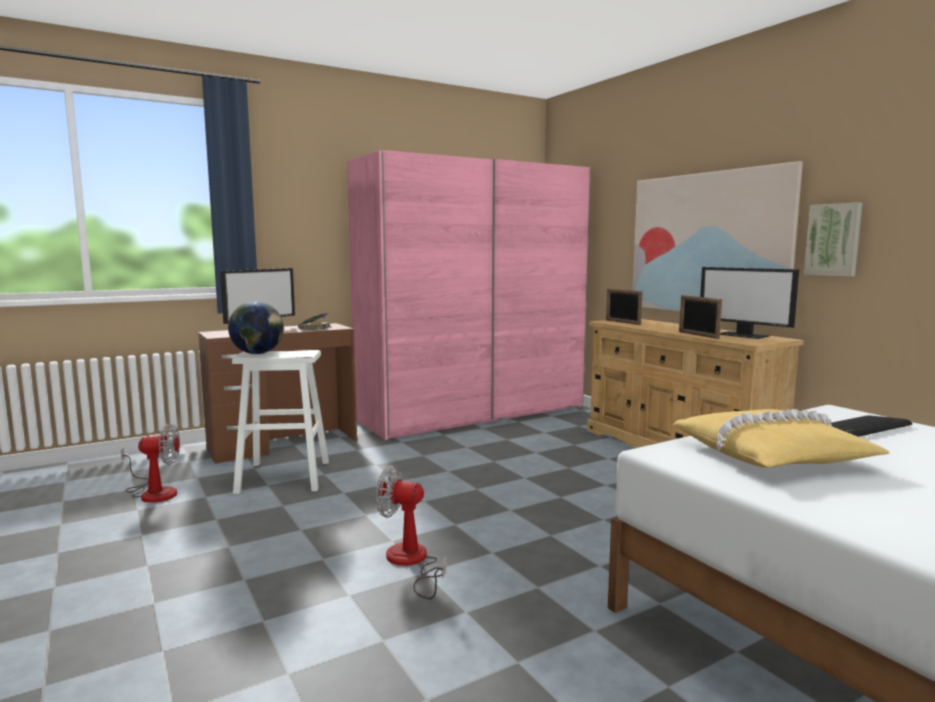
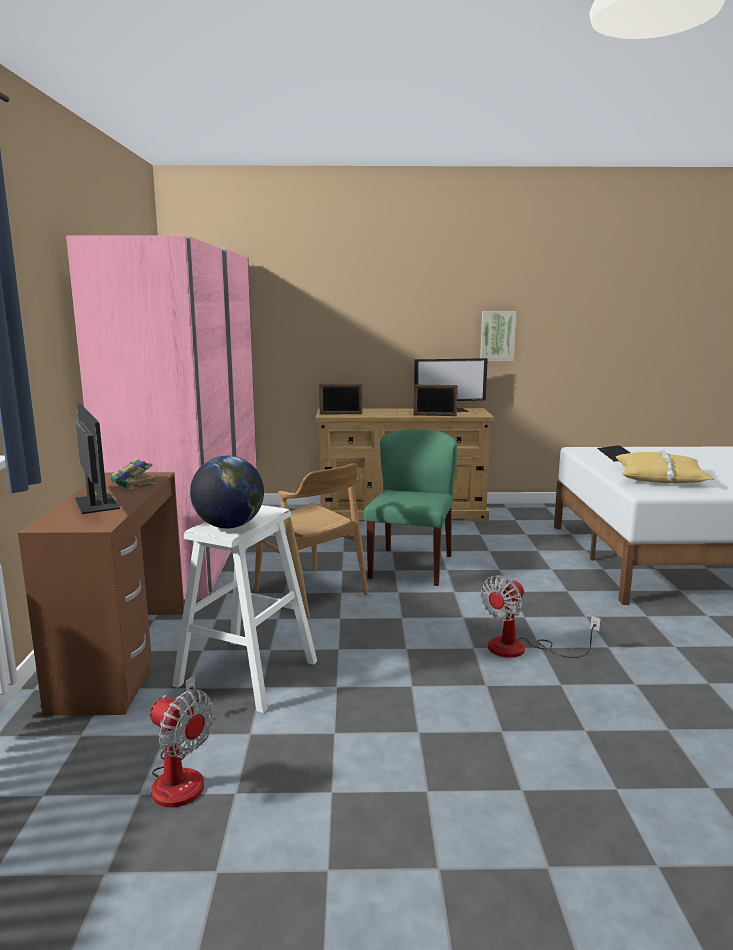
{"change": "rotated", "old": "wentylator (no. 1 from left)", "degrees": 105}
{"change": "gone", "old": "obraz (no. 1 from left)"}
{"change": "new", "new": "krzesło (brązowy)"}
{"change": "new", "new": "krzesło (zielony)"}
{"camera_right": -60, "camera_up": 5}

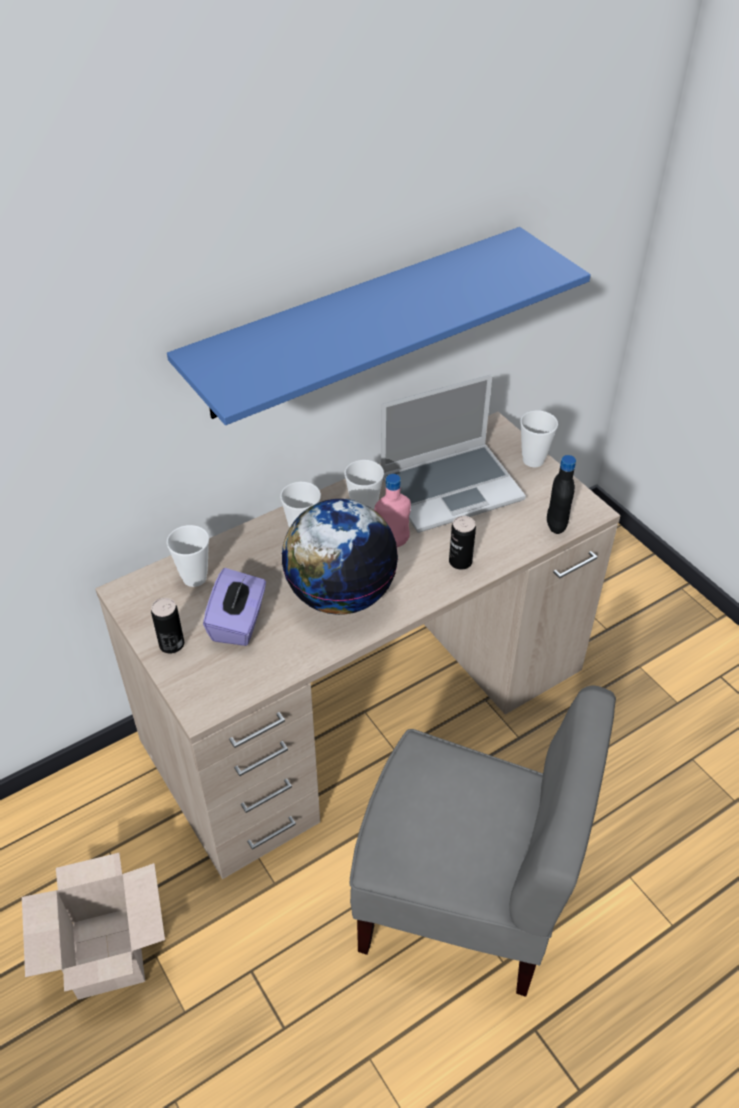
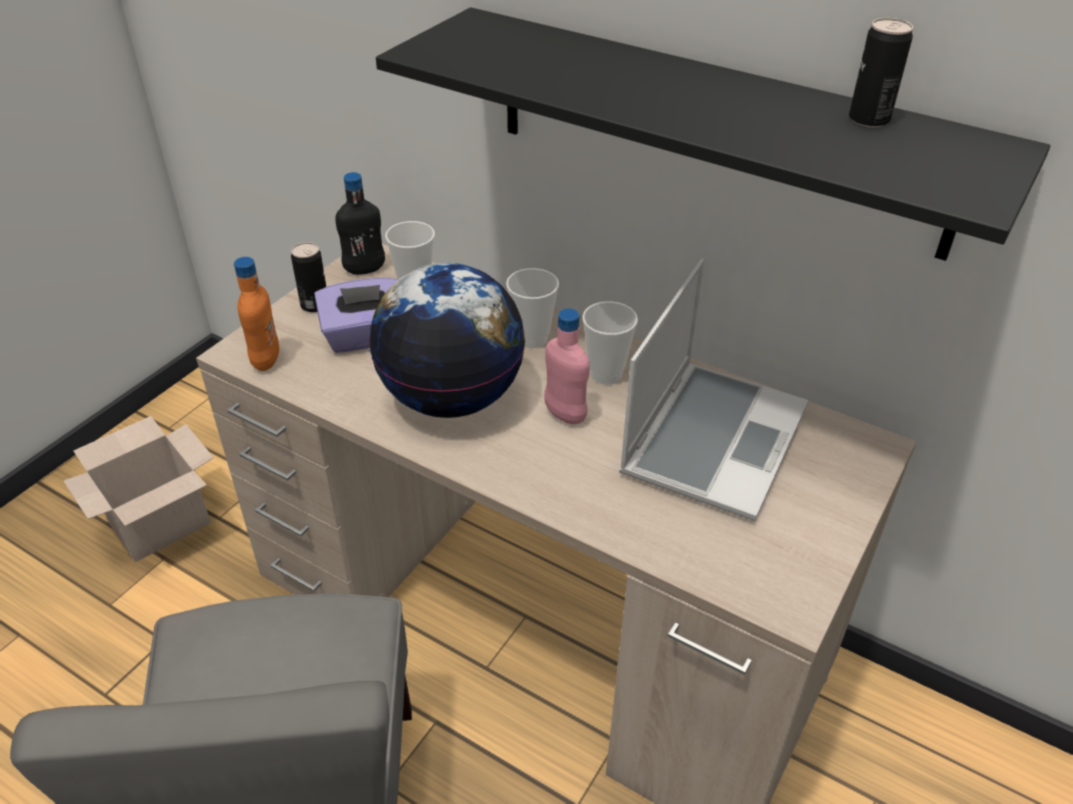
{"change": "repainted", "old": "półka (niebieski)", "new": "półka (czarny)"}
{"change": "rotated", "old": "laptop", "degrees": -105}
{"change": "shifted", "old": "puszka (no. 2 from left)"}
{"change": "gone", "old": "filiżanka (no. 4 from left)"}
{"change": "shifted", "old": "butelka (czarny)"}
{"change": "new", "new": "butelka (pomarańczowy)"}
{"camera_right": 65, "camera_up": -5}

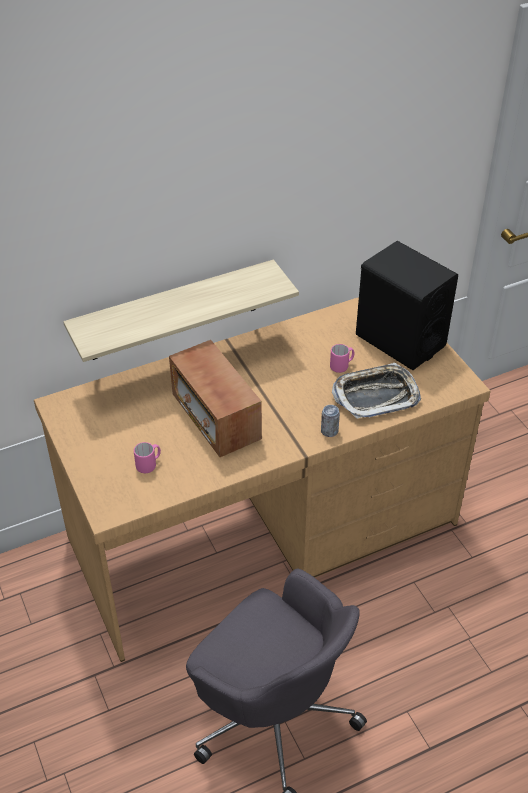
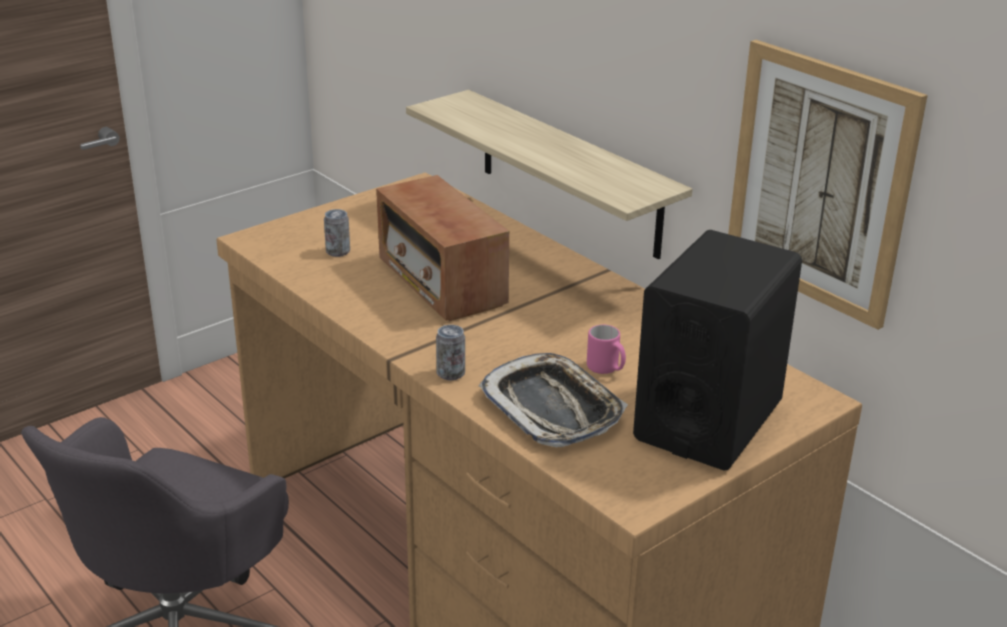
{"change": "swapped", "old": "kubek (różowy) (no. 1 from left)", "new": "puszka (no. 1 from left)"}
{"change": "rotated", "old": "radio", "degrees": -75}
{"change": "new", "new": "obraz"}
{"camera_right": 75, "camera_up": -15}

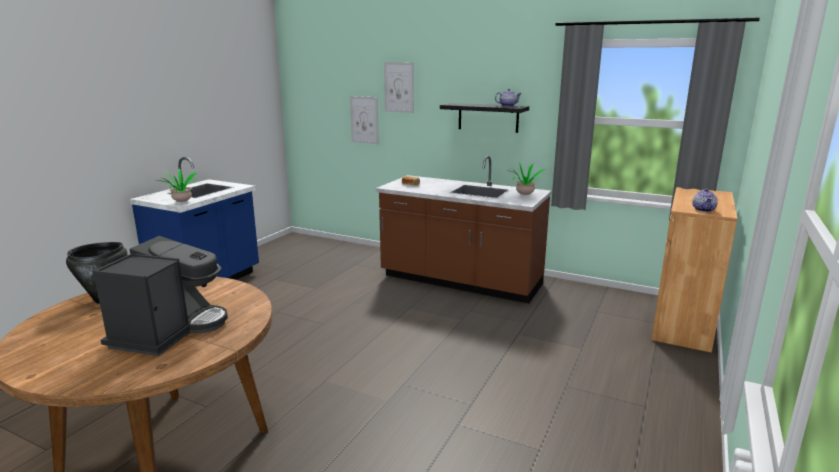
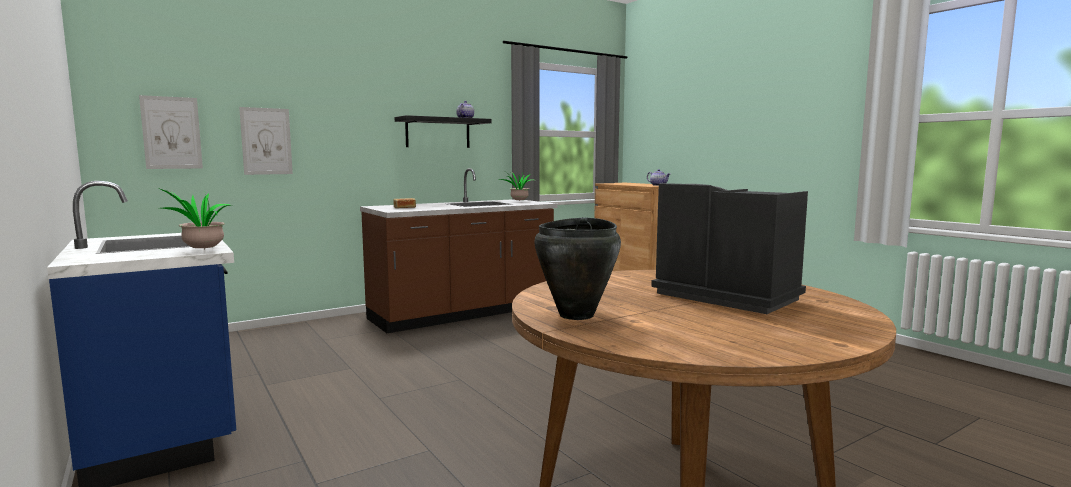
{"change": "shifted", "old": "obraz (no. 2 from left in the first image)", "new": "obraz (no. 1 from left)"}
{"camera_right": -60, "camera_up": -10}

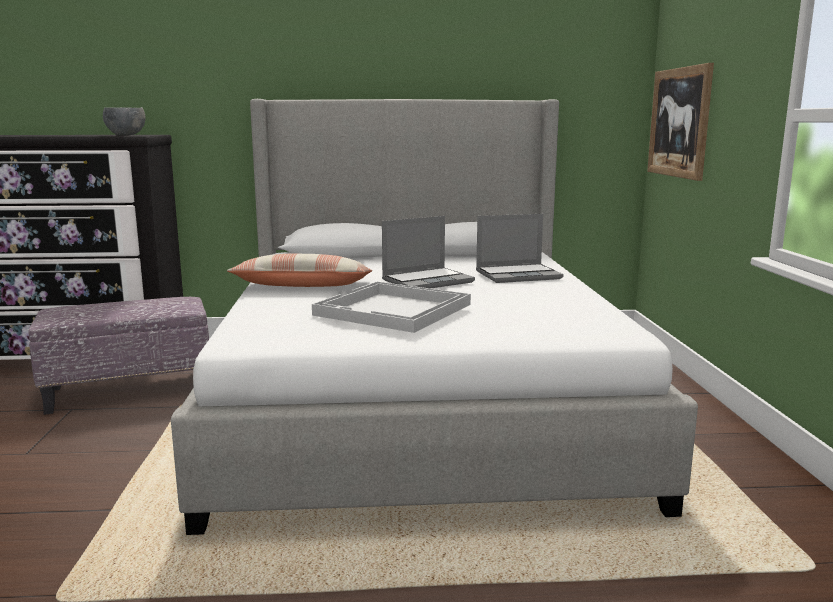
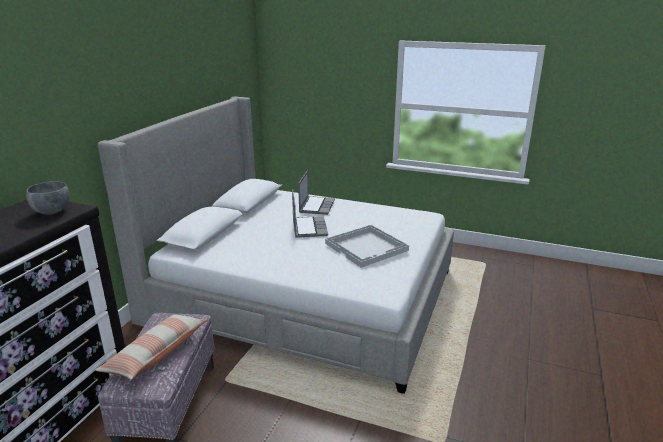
{"change": "shifted", "old": "poduszka"}
{"change": "gone", "old": "obraz"}
{"camera_right": -65, "camera_up": 10}

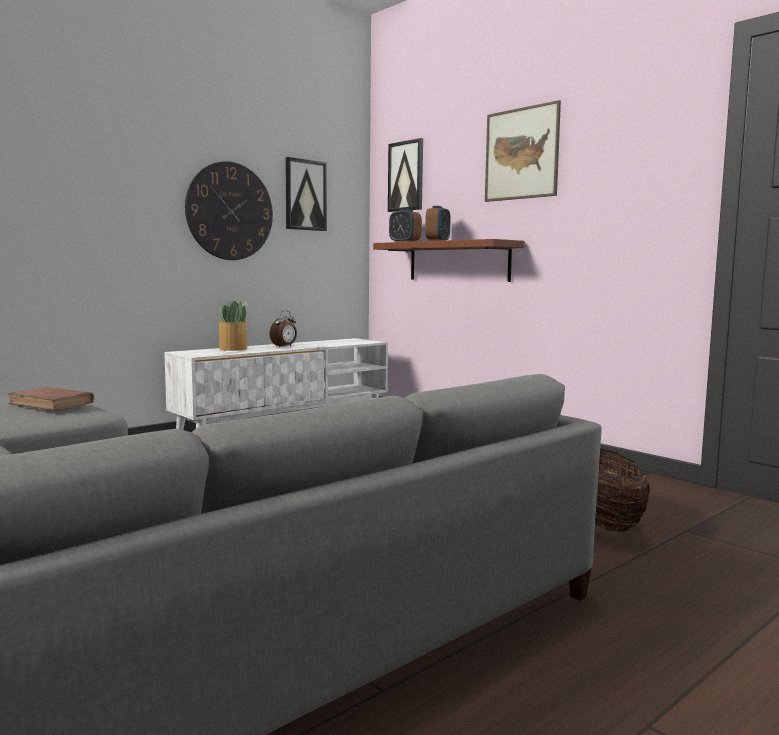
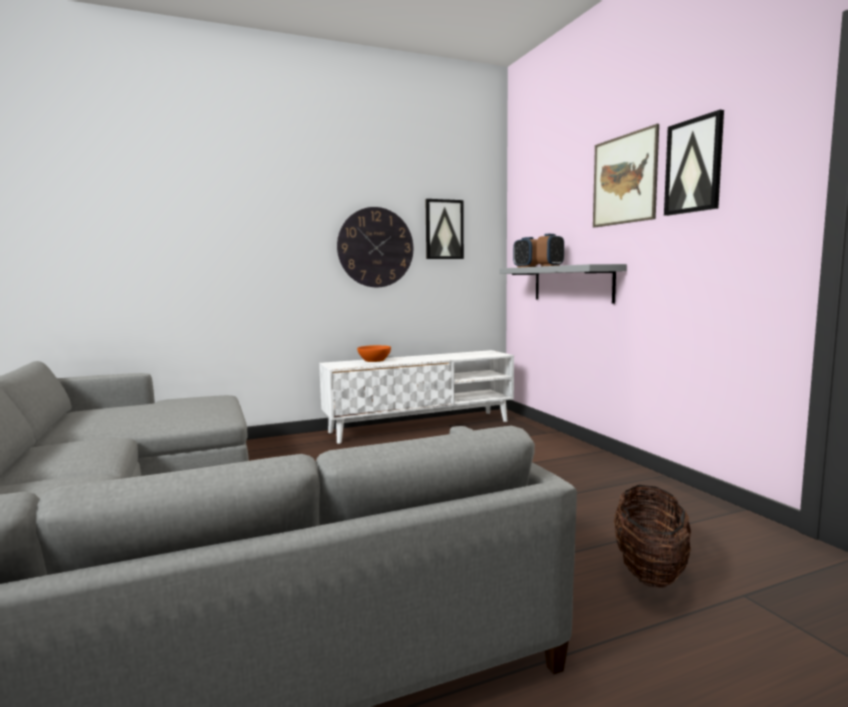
{"change": "gone", "old": "książka (brązowy)"}
{"change": "swapped", "old": "roślina doniczkowa", "new": "miska (pomarańczowy)"}
{"change": "gone", "old": "budzik (no. 1 from left)"}
{"change": "repainted", "old": "półka (brązowy)", "new": "półka (szary)"}
{"change": "shifted", "old": "obraz (no. 2 from left in the first image)", "new": "obraz (no. 3 from left)"}
{"camera_right": 20, "camera_up": 0}

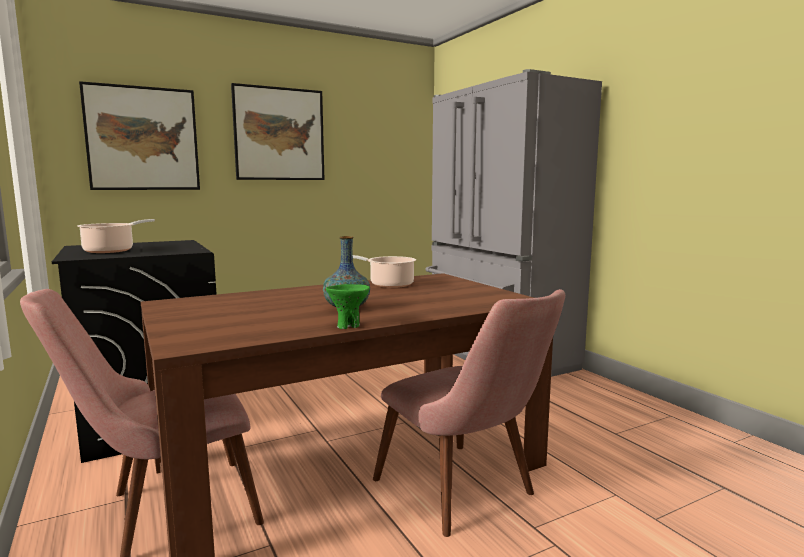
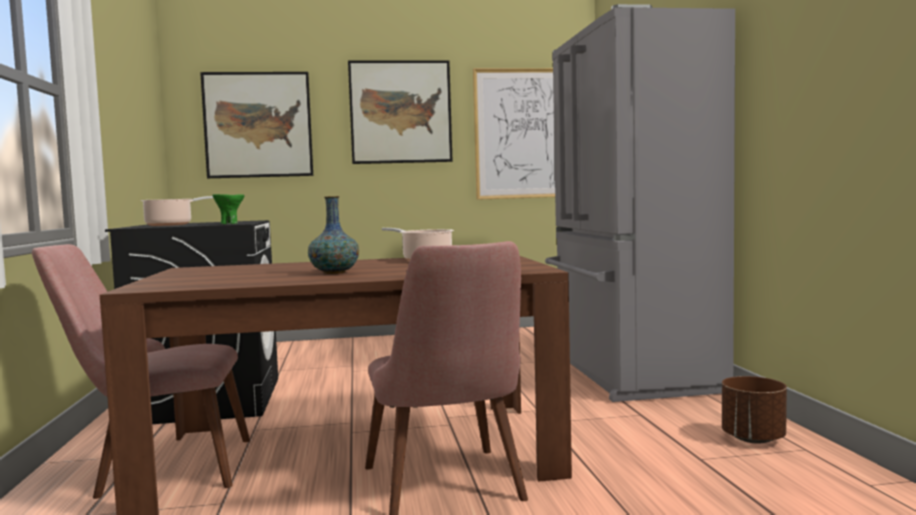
{"change": "shifted", "old": "miska (zielony)"}
{"change": "new", "new": "obraz (no. 3 from left)"}
{"change": "new", "new": "donica (brązowy)"}
{"camera_right": 20, "camera_up": -5}

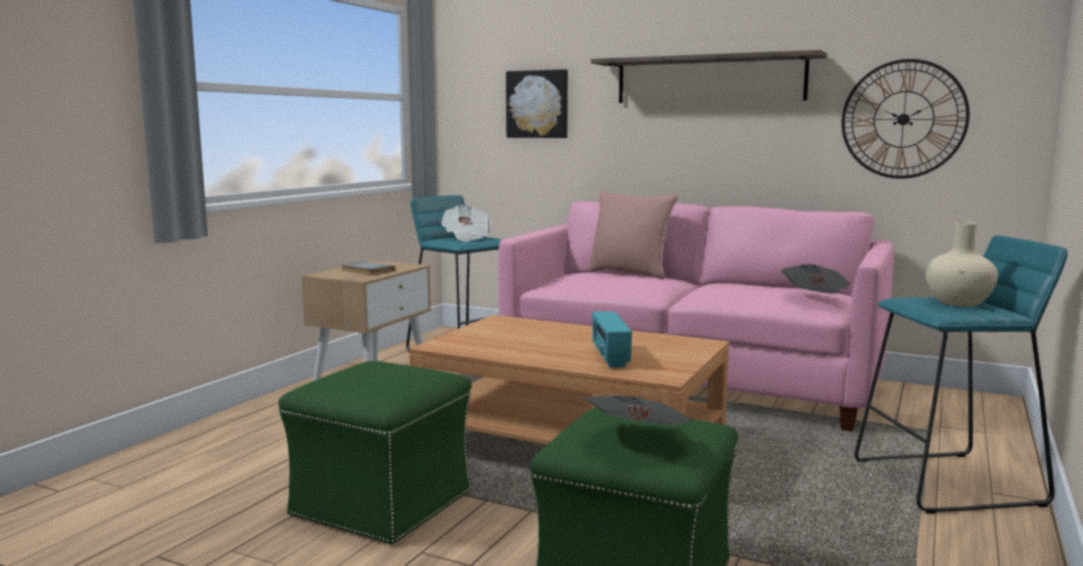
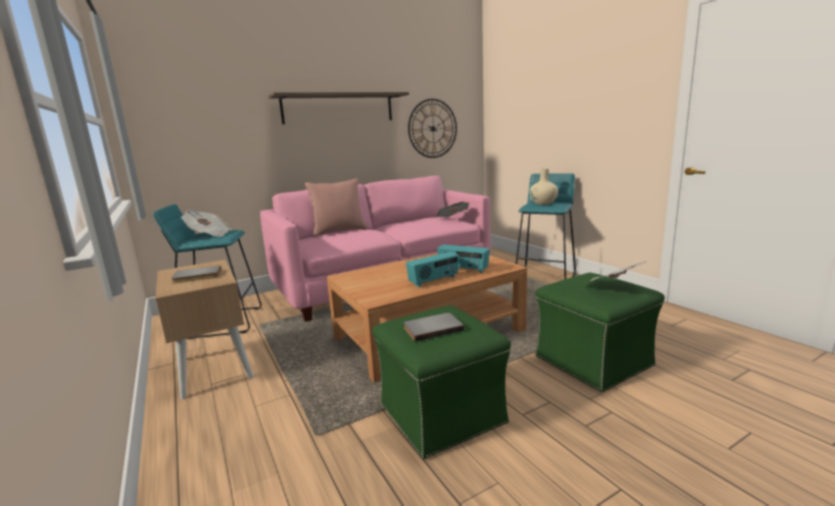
{"change": "gone", "old": "obraz"}
{"change": "new", "new": "książka (szary) (no. 2 from left)"}
{"change": "new", "new": "radio (no. 1 from left)"}
{"camera_right": -55, "camera_up": 5}

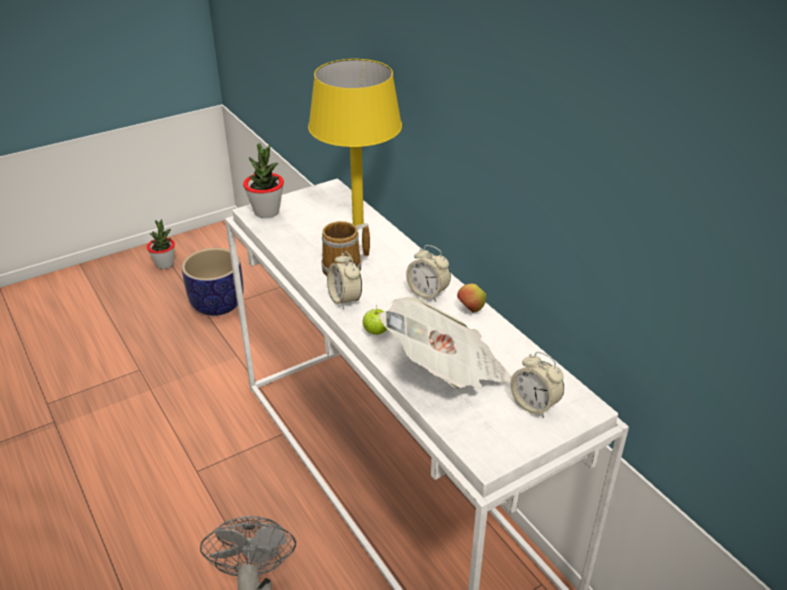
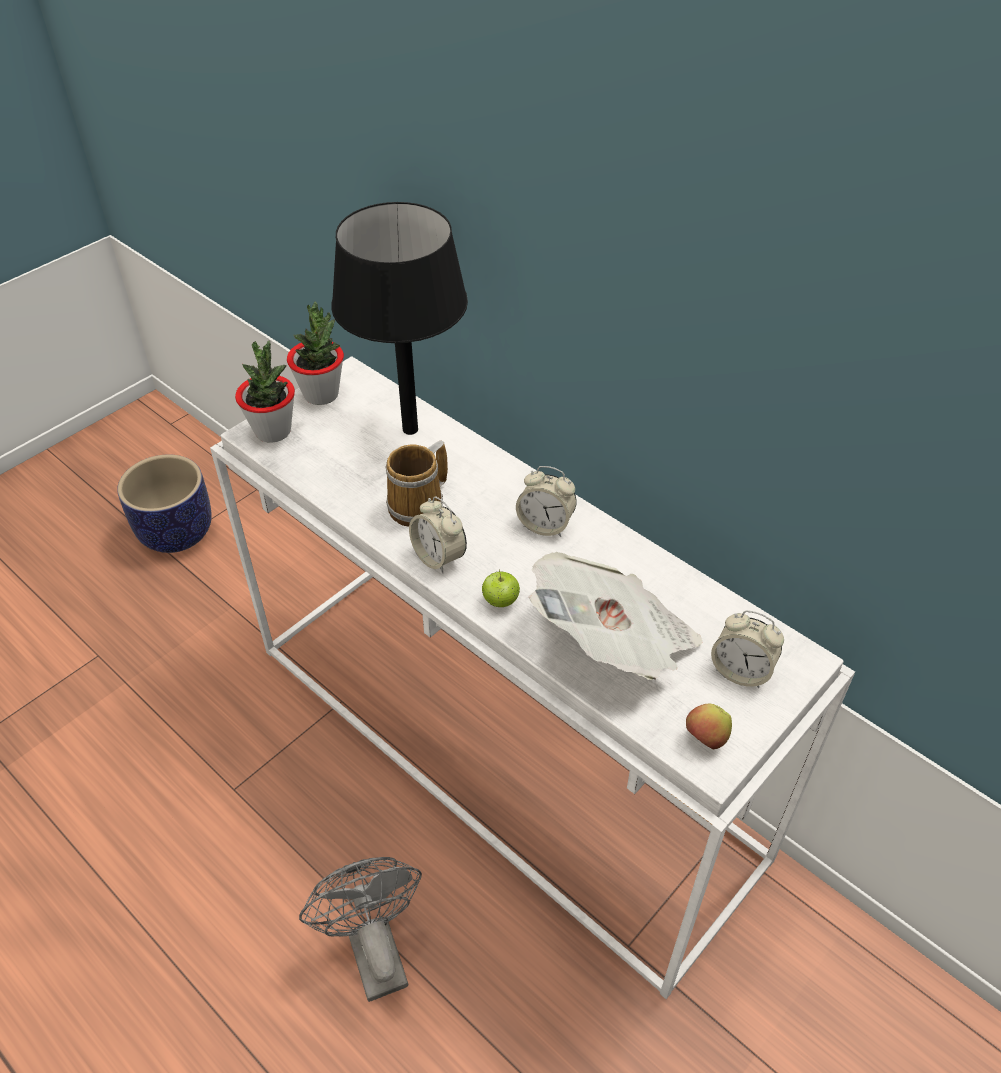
{"change": "shifted", "old": "roślina doniczkowa (no. 1 from left in the first image)", "new": "roślina doniczkowa (no. 2 from left)"}
{"change": "repainted", "old": "lampa stołowa (żółty)", "new": "lampa stołowa (czarny)"}
{"change": "shifted", "old": "jabłko (no. 2 from left)"}
{"camera_right": -15, "camera_up": 10}

